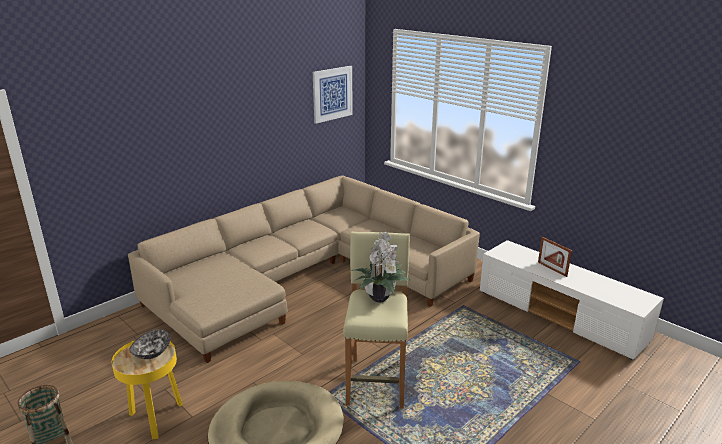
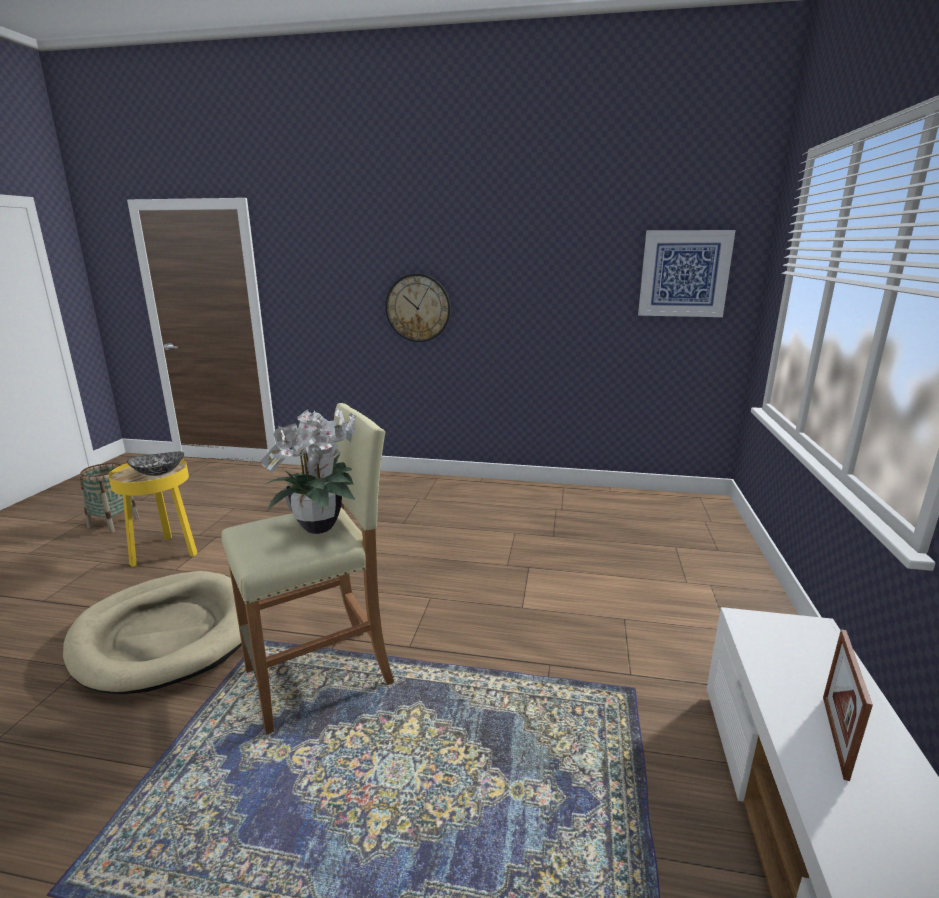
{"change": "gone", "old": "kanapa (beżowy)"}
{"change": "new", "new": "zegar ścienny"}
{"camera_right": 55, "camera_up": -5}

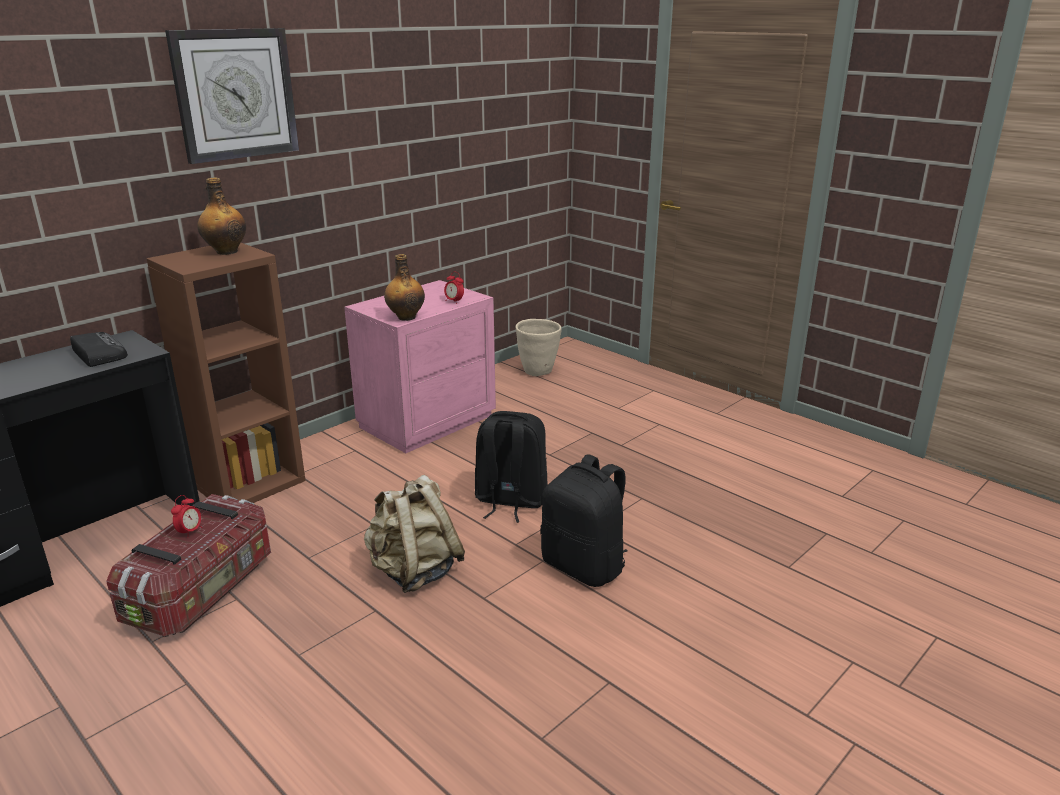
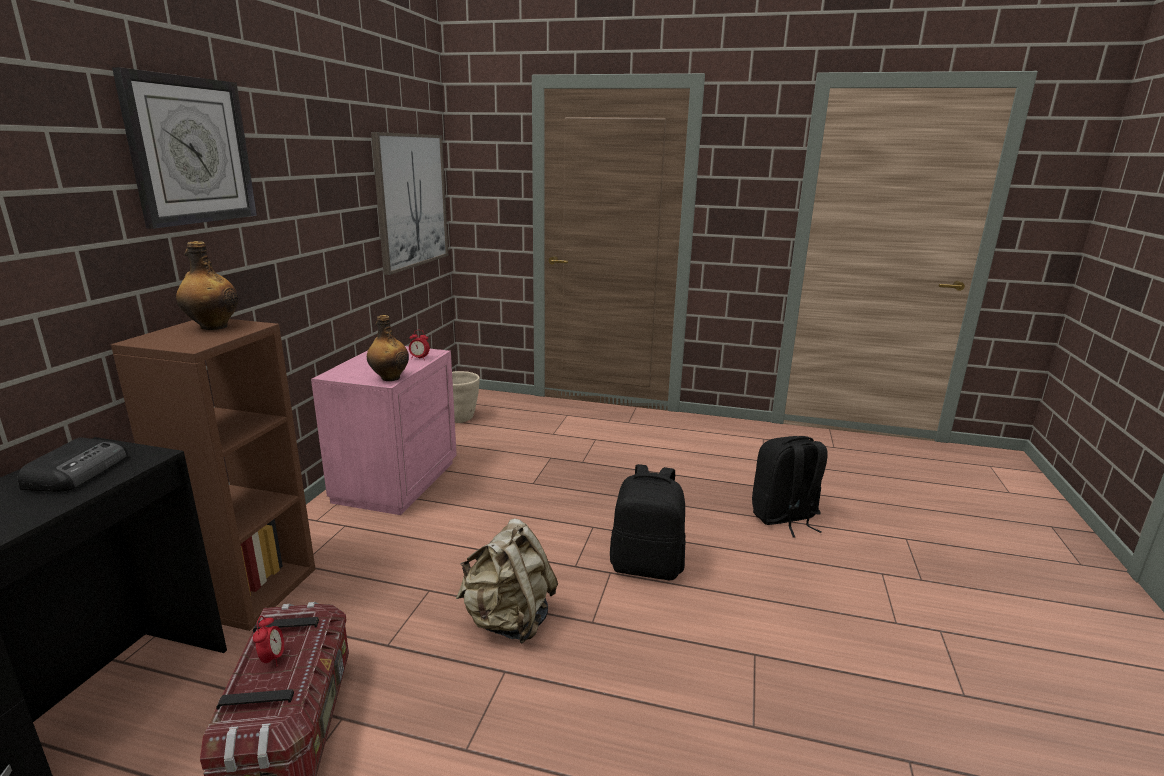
{"change": "rotated", "old": "radio", "degrees": 75}
{"change": "shifted", "old": "plecak (czarny) (no. 1 from left in the first image)", "new": "plecak (czarny) (no. 2 from left)"}
{"change": "new", "new": "obraz"}
{"camera_right": -30, "camera_up": -5}

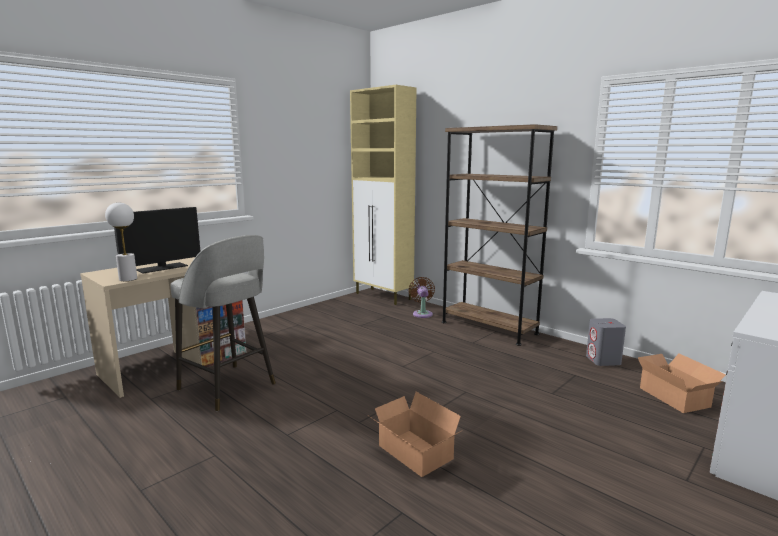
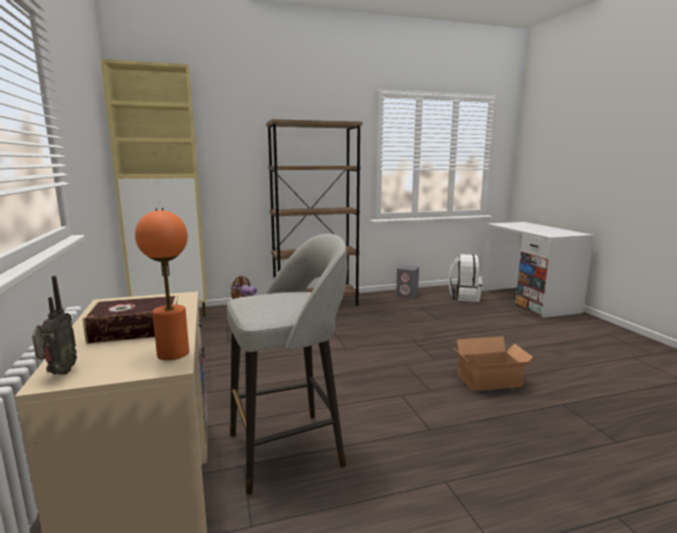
{"change": "repainted", "old": "lampa stołowa (biały)", "new": "lampa stołowa (pomarańczowy)"}
{"change": "swapped", "old": "monitor", "new": "książka"}
{"change": "swapped", "old": "karton (no. 2 from left)", "new": "plecak (biały)"}
{"change": "new", "new": "radio"}
{"camera_right": -60, "camera_up": 0}

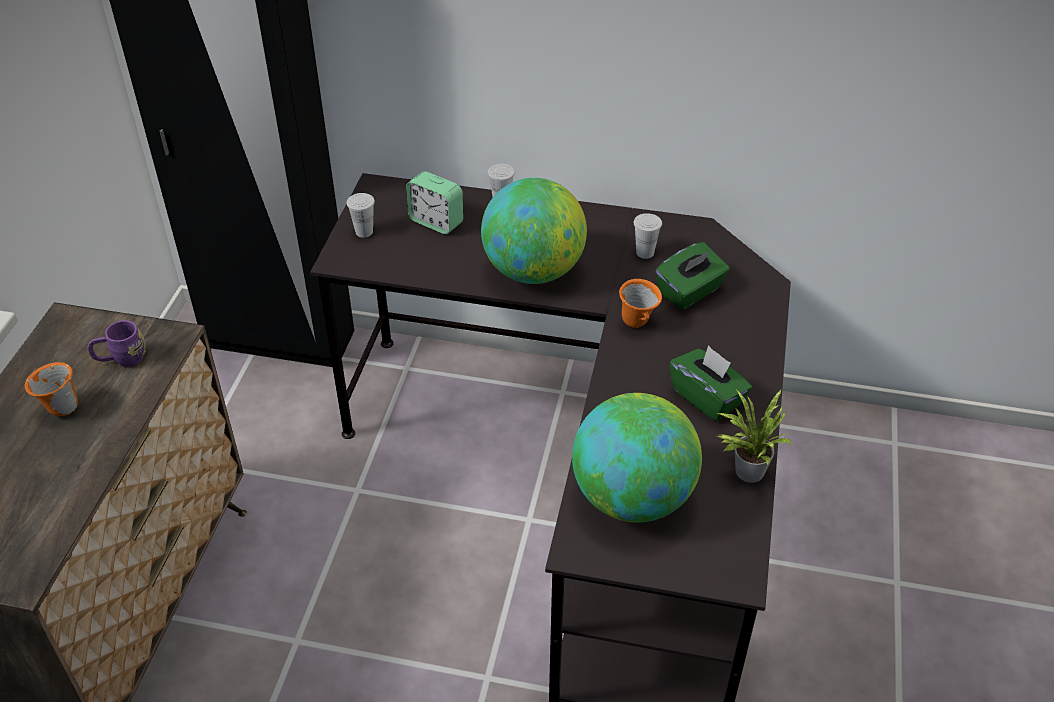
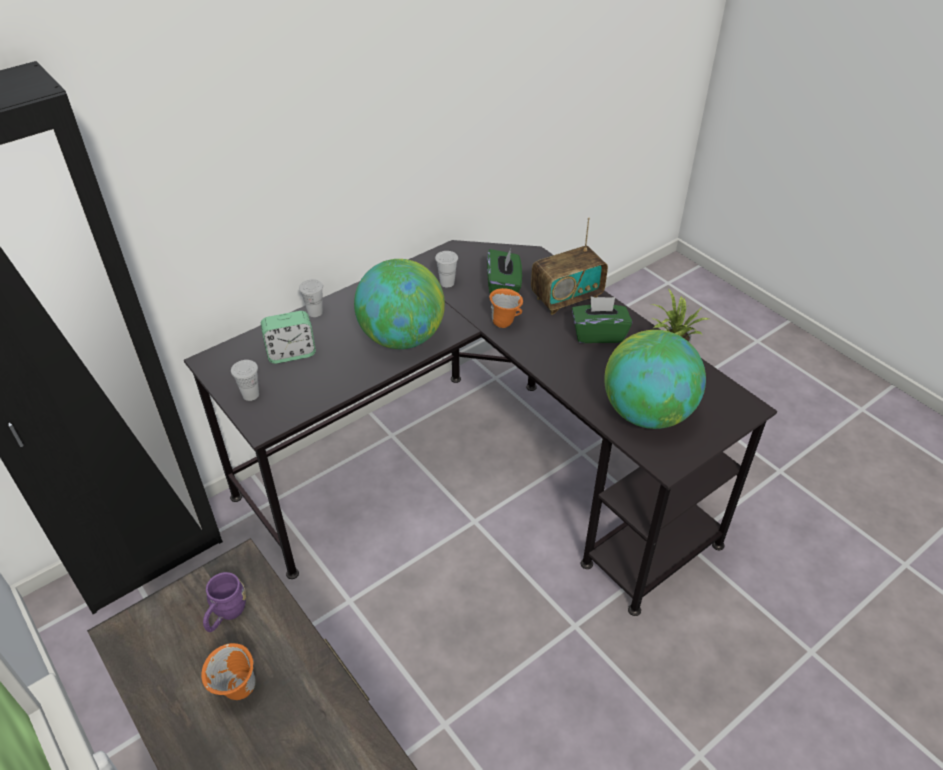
{"change": "new", "new": "radio"}
{"camera_right": -50, "camera_up": 0}

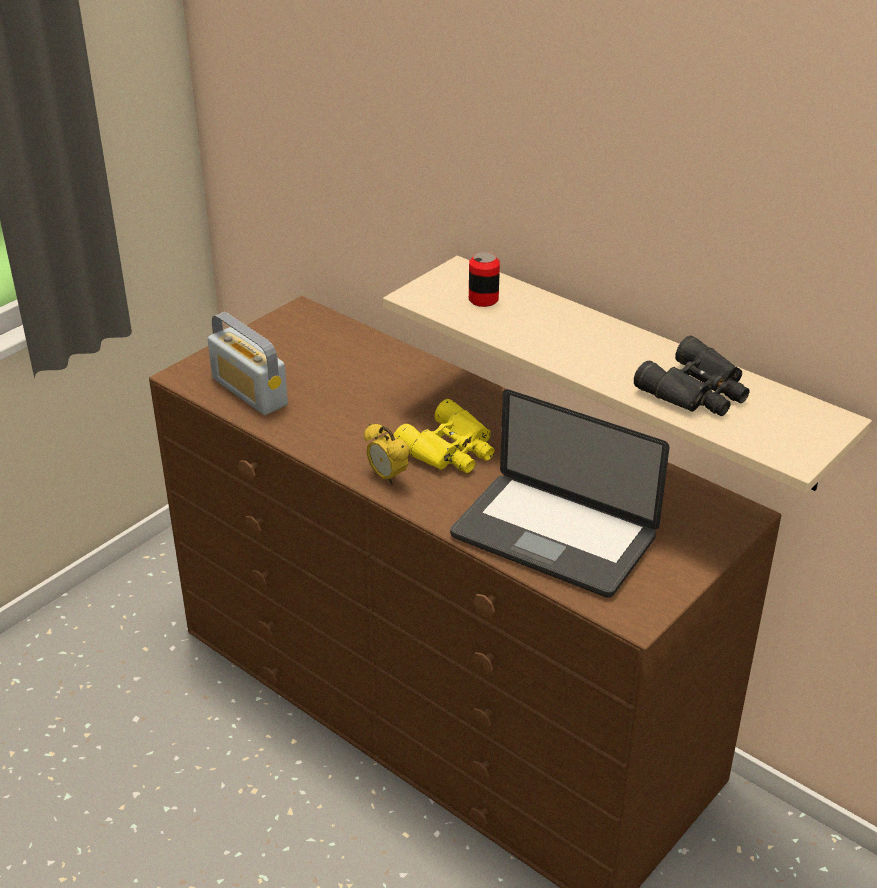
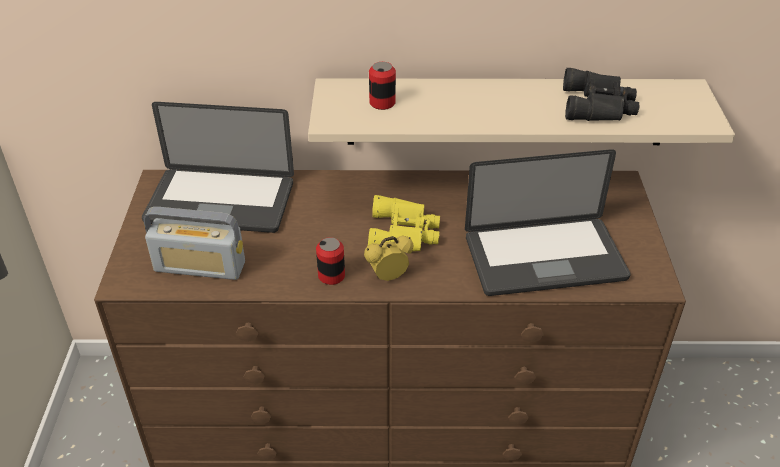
{"change": "rotated", "old": "budzik", "degrees": 150}
{"change": "new", "new": "laptop (no. 1 from left)"}
{"change": "new", "new": "puszka (no. 1 from left)"}
{"camera_right": -40, "camera_up": 5}

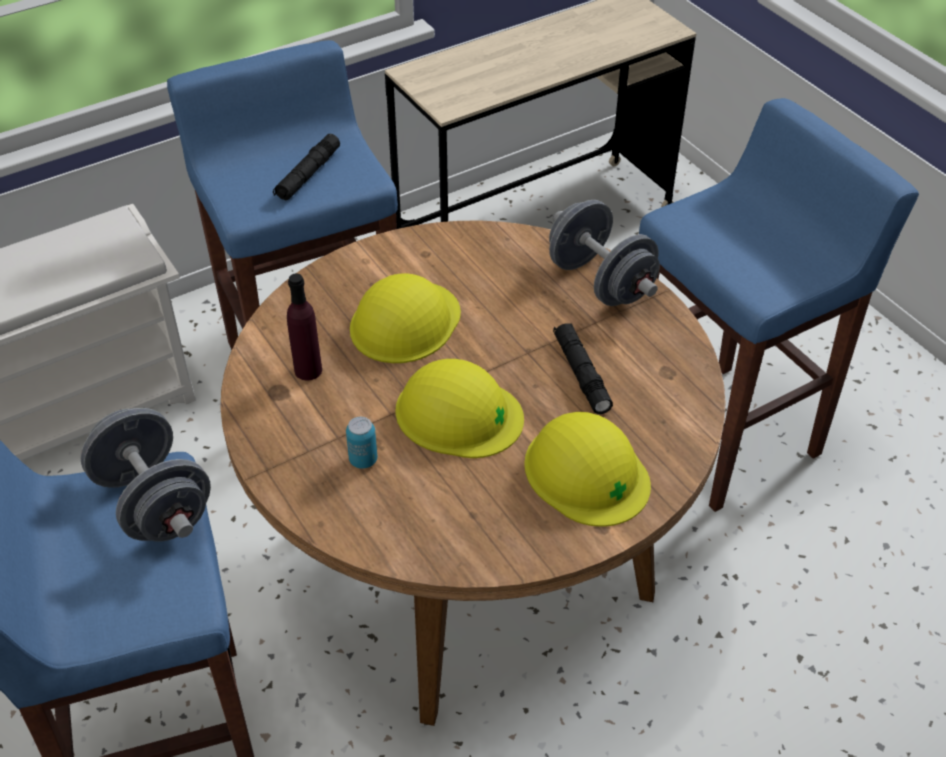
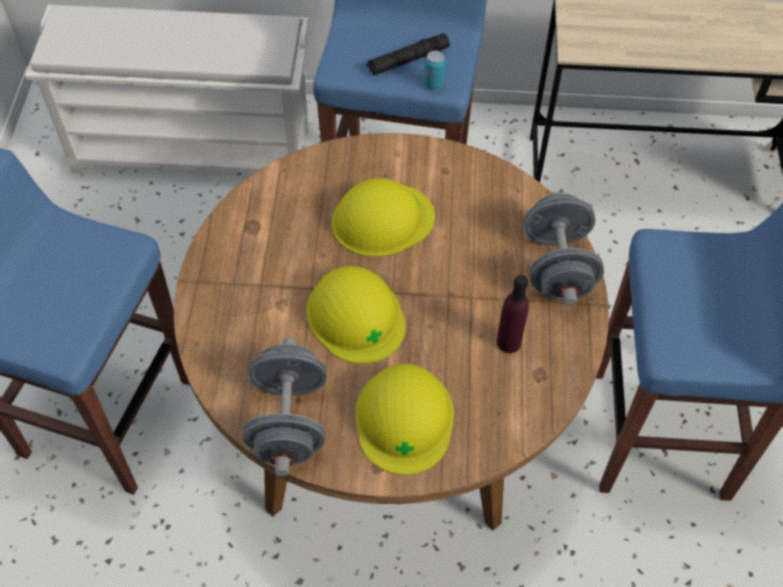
{"change": "shifted", "old": "hantel (szary) (no. 1 from left)"}
{"change": "shifted", "old": "butelka (fioletowy)"}
{"change": "shifted", "old": "puszka"}
{"change": "gone", "old": "latarka (czarny) (no. 2 from left)"}
{"camera_right": 35, "camera_up": 10}

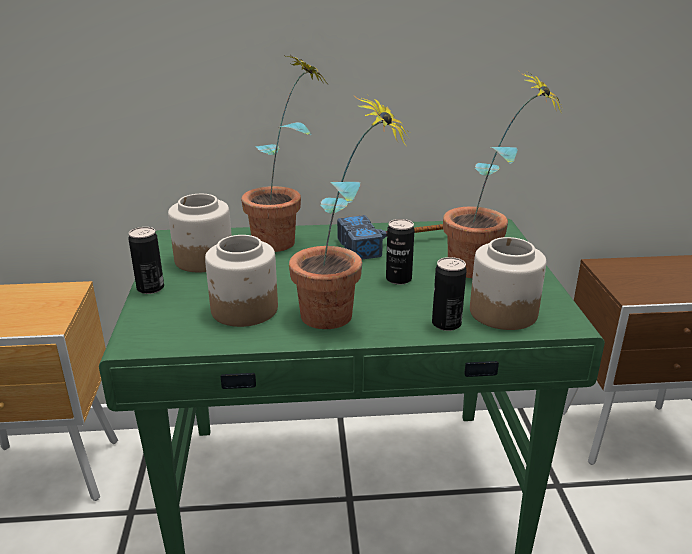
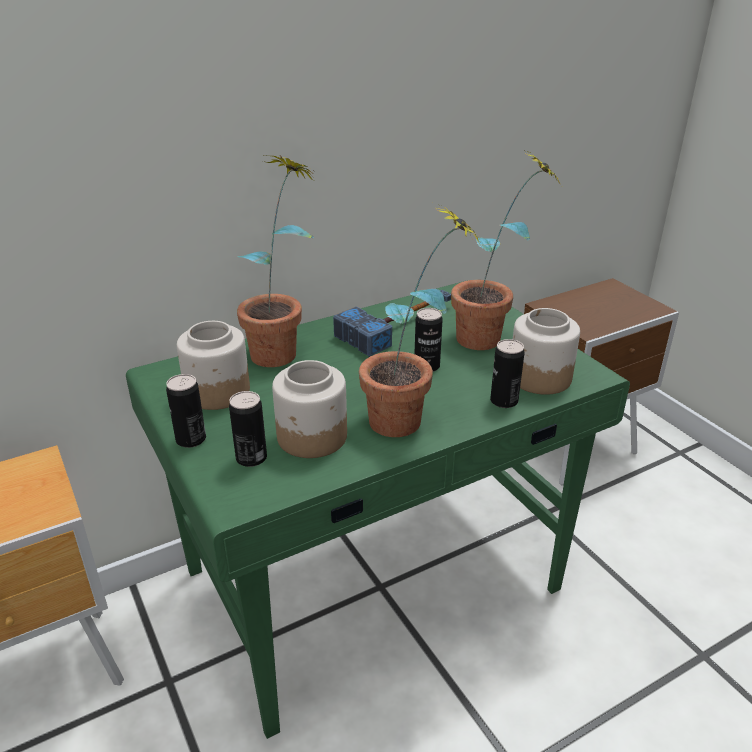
{"change": "new", "new": "puszka (no. 2 from left)"}
{"camera_right": -25, "camera_up": 5}

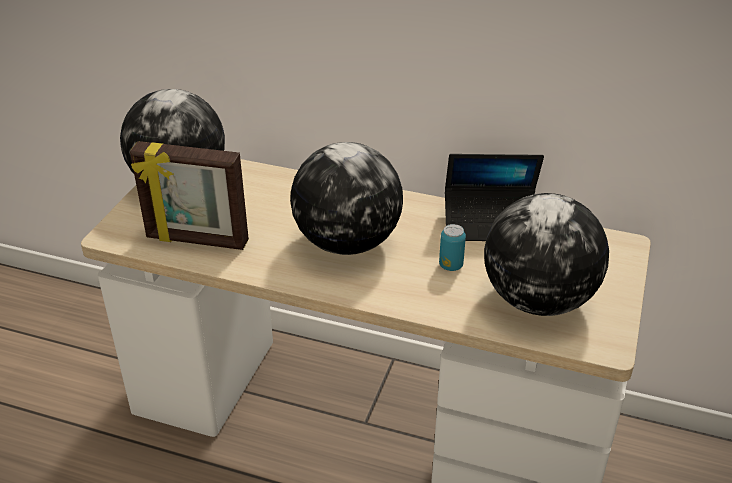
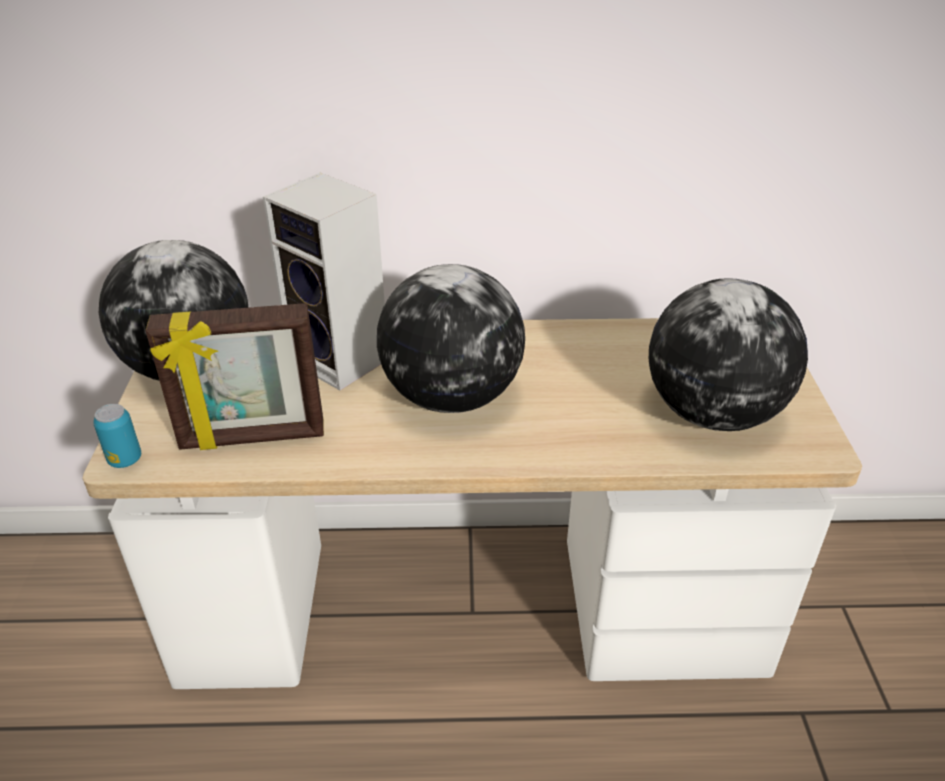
{"change": "shifted", "old": "puszka"}
{"change": "gone", "old": "laptop"}
{"change": "new", "new": "głośnik"}
{"camera_right": -20, "camera_up": 0}

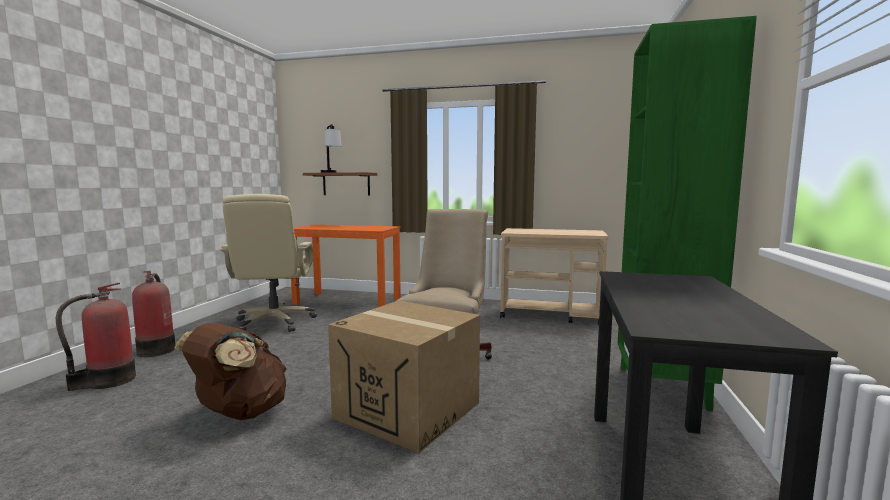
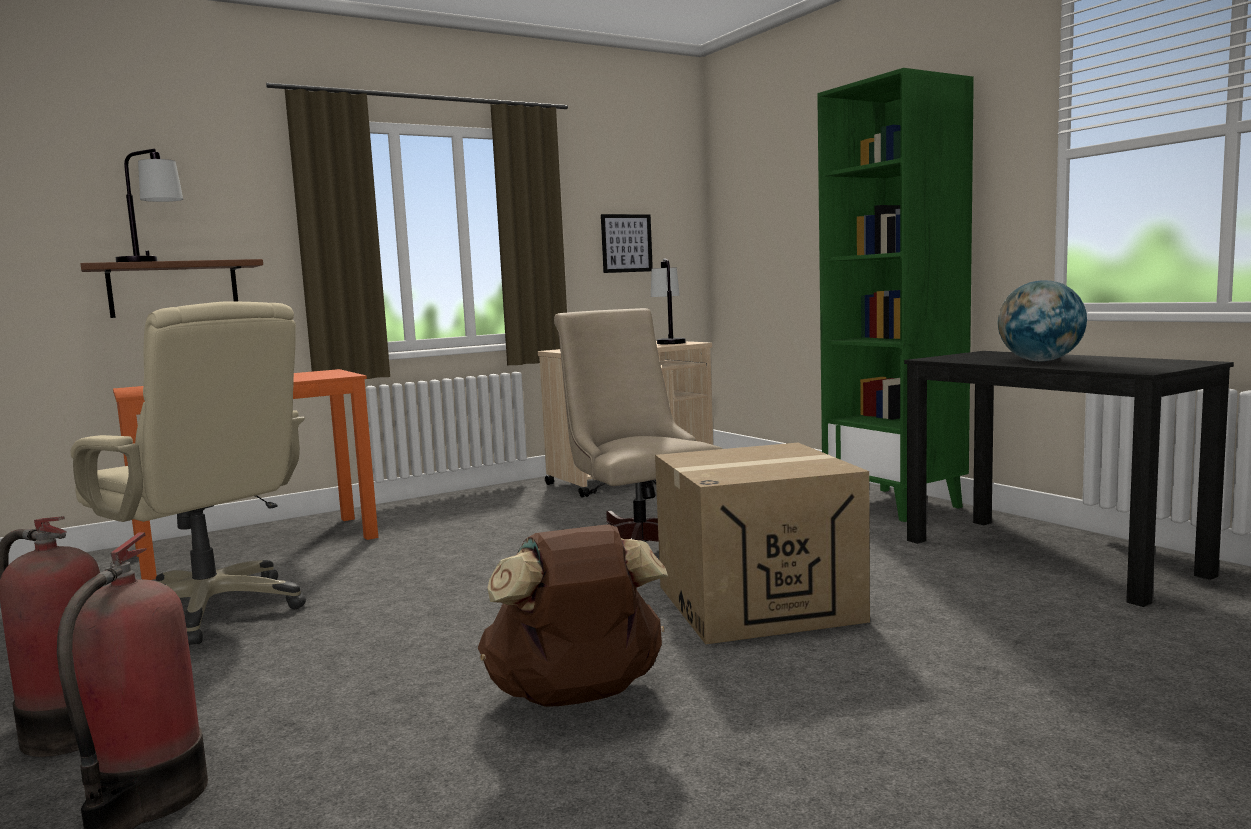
{"change": "new", "new": "obraz"}
{"change": "new", "new": "lampa stołowa (no. 2 from left)"}
{"change": "new", "new": "globus"}
{"camera_right": -45, "camera_up": 0}

